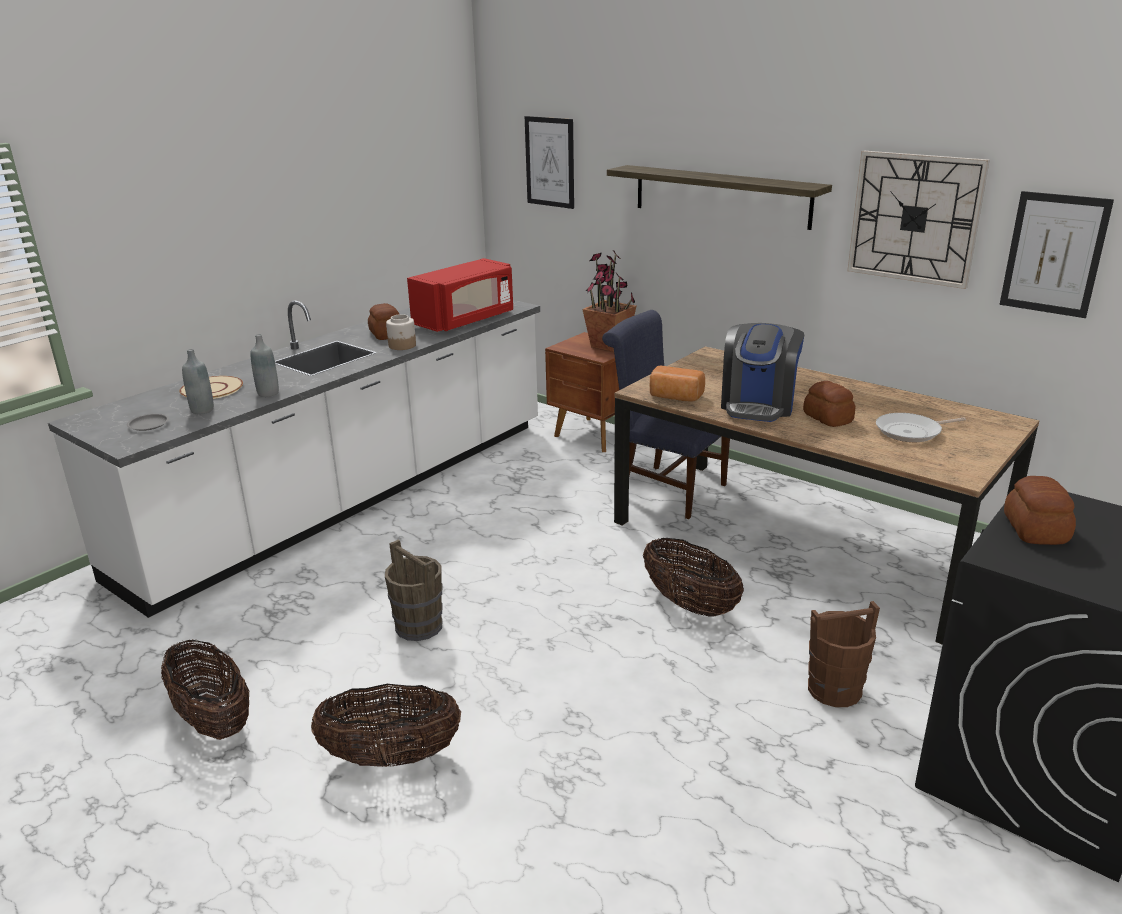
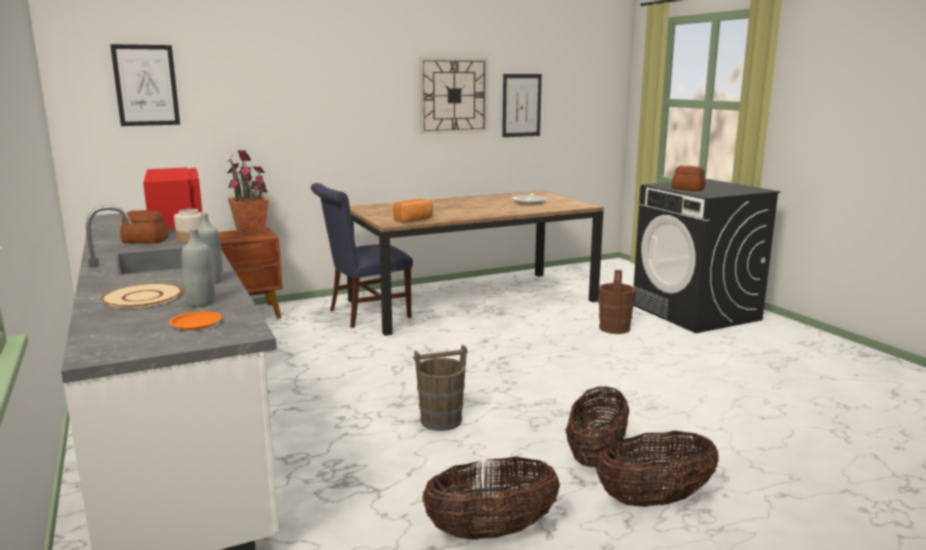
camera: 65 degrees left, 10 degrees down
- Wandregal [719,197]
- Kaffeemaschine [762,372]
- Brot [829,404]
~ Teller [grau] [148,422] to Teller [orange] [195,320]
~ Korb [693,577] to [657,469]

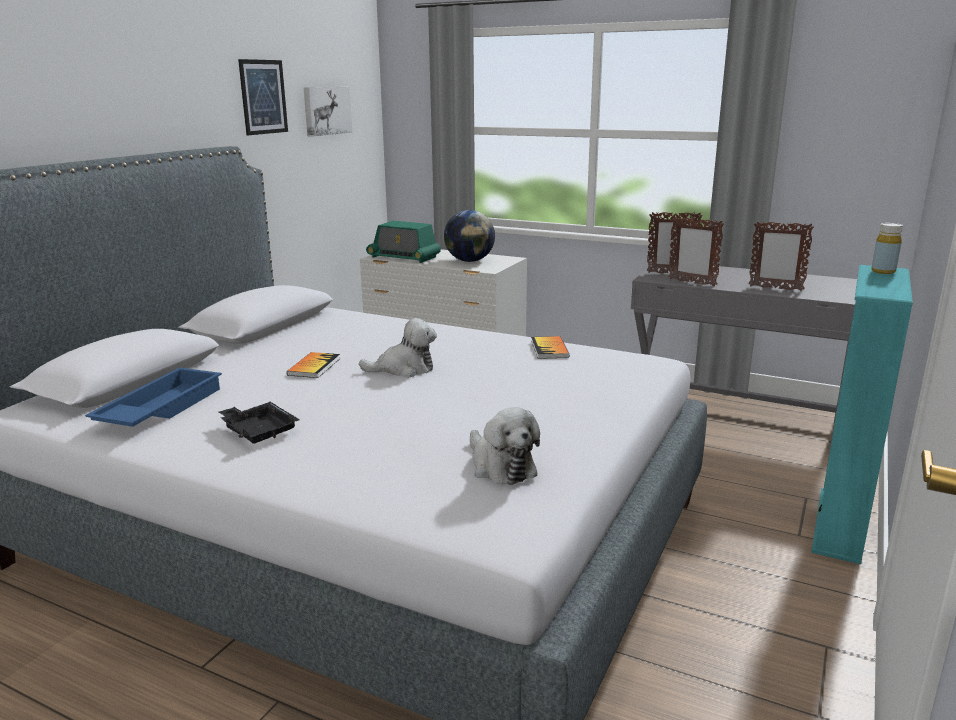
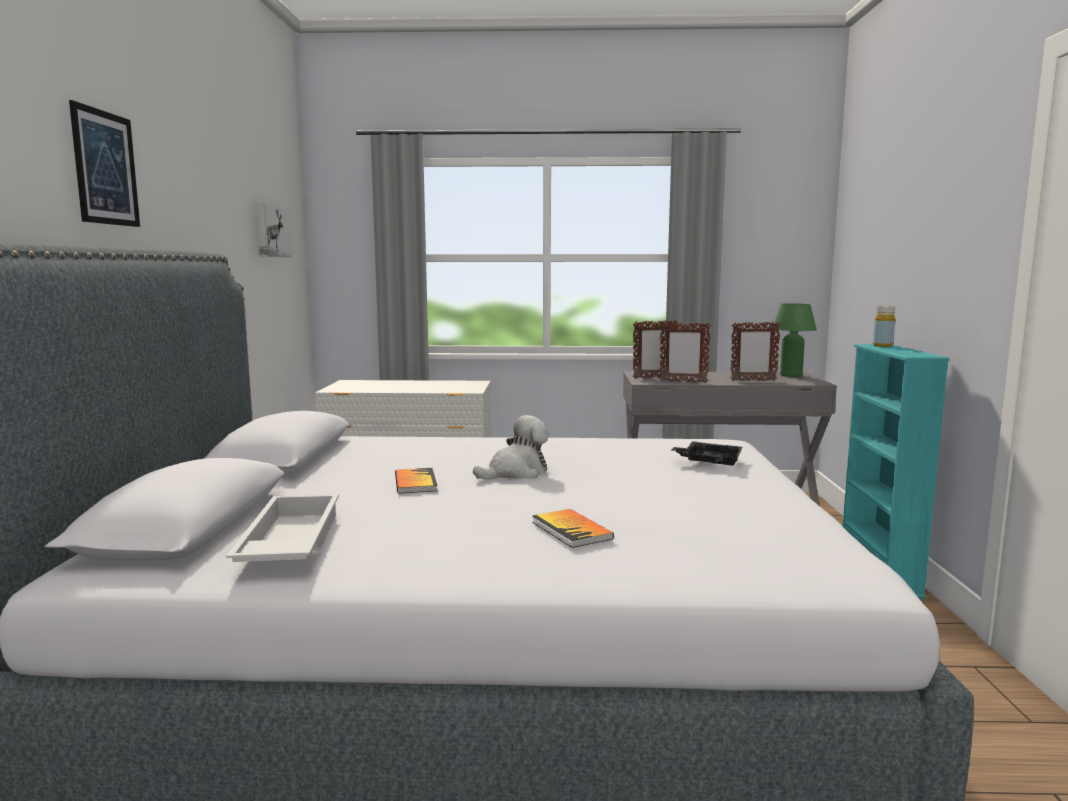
camera: 25 degrees left, 10 degrees down
~ Bild [263,97] to [104,163]
- Globus [469,236]
- Radio [403,242]
~ Buch [550,347] to [573,528]
~ Tablett [blau] [153,397] to Tablett [weiß] [282,528]
~ Tablett [schwarz] [259,423] to [707,453]
- Plüschtier [505,446]
+ Tischlampe [grün] [795,340]

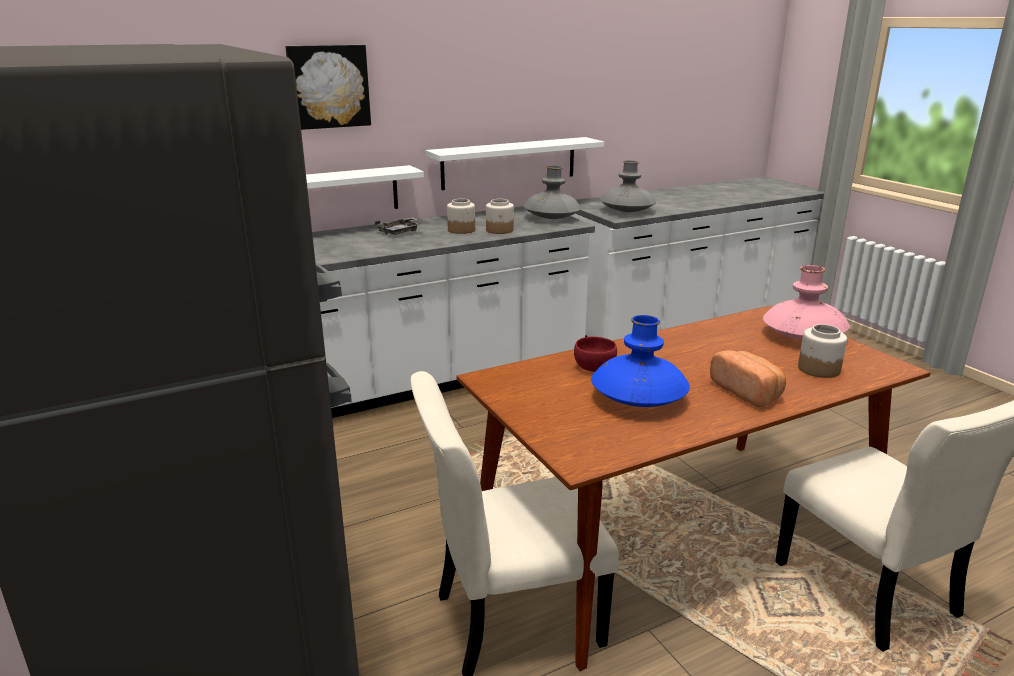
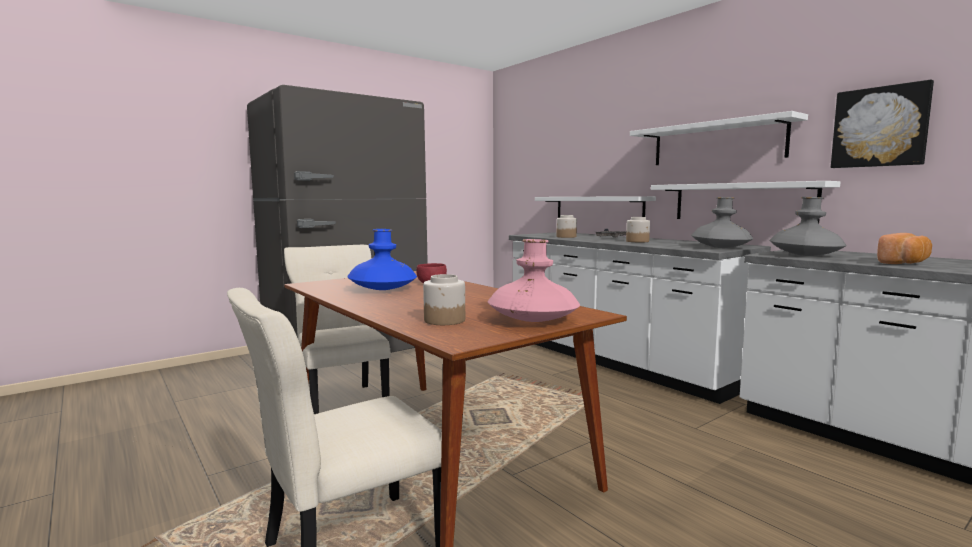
camera: 80 degrees right, 15 degrees down
~ Bild [328,87] to [882,124]
~ Vorratsglas [500,216] to [566,226]
~ Brot [748,378] to [904,248]
+ Wandregal [weiß] [719,138]

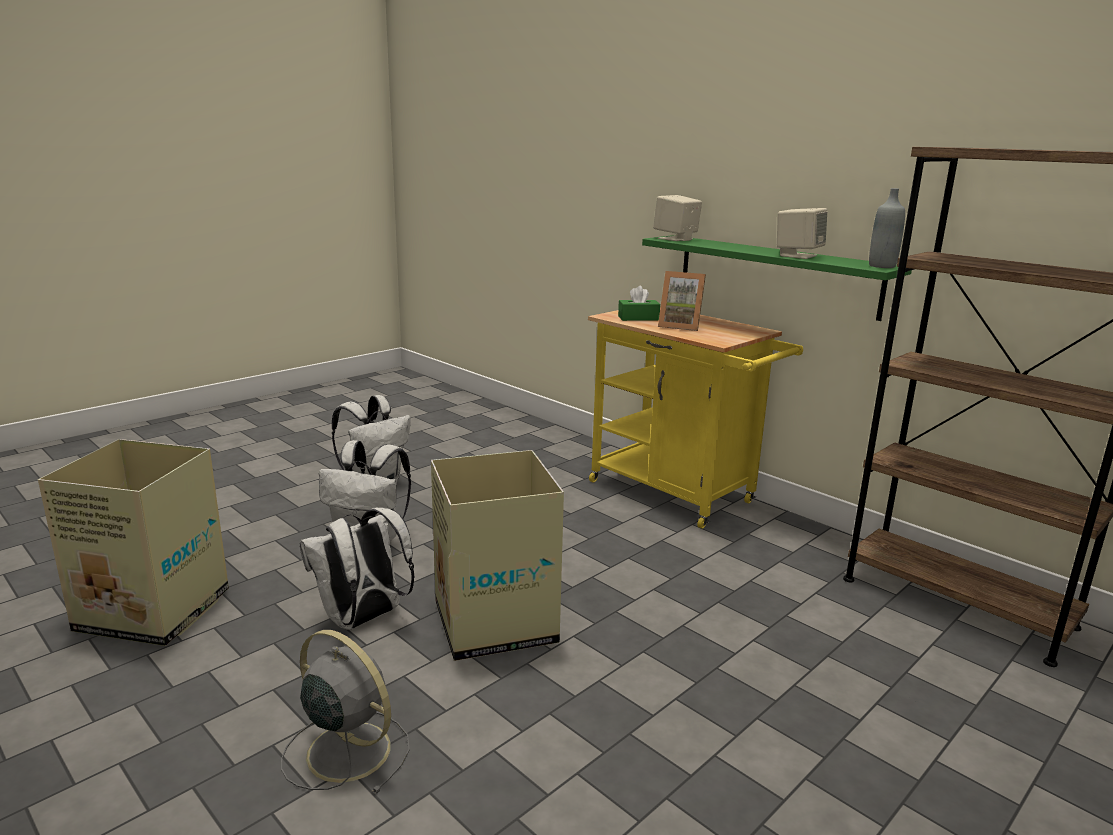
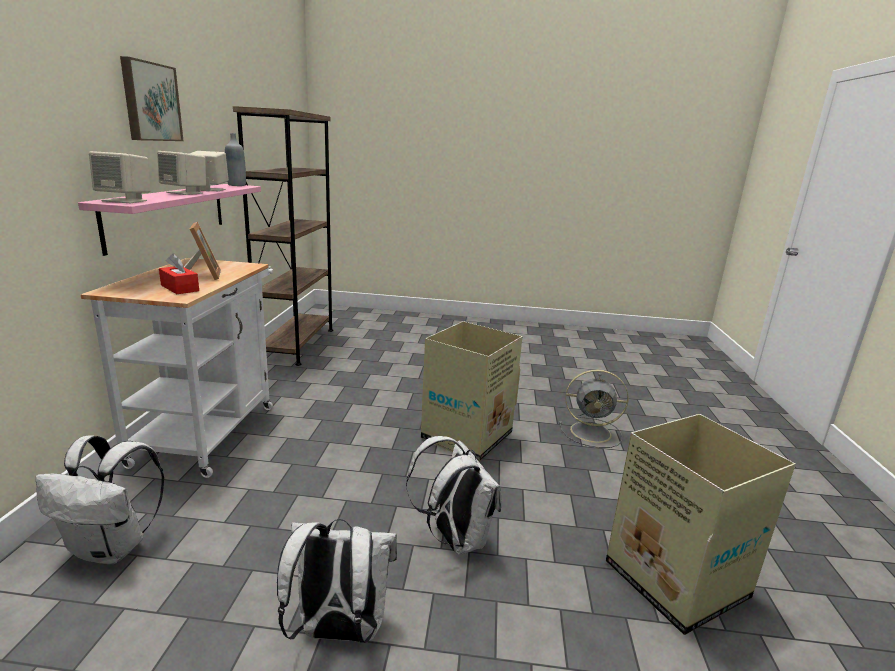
camera: 130 degrees left, 0 degrees up
~ Wandregal [grün] [777,278] to Wandregal [rosa] [169,220]
~ Taschentuchbox [grün] [639,303] to Taschentuchbox [rot] [179,274]
~ Rollwagen [gelb] [695,417] to Rollwagen [weiß] [176,368]
~ Rucksack [weiß] [357,569] to [99,500]
~ Ventilator [grau] [345,712] = [594,408] 75 degrees counterclockwise
+ Bild [152,98]
+ Lautsprecher [beige] [181,173]

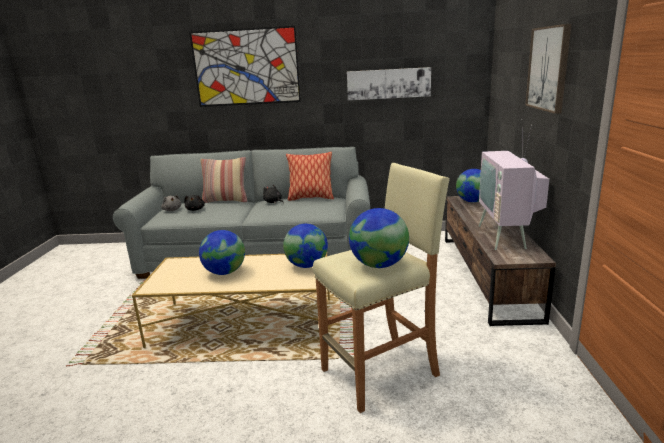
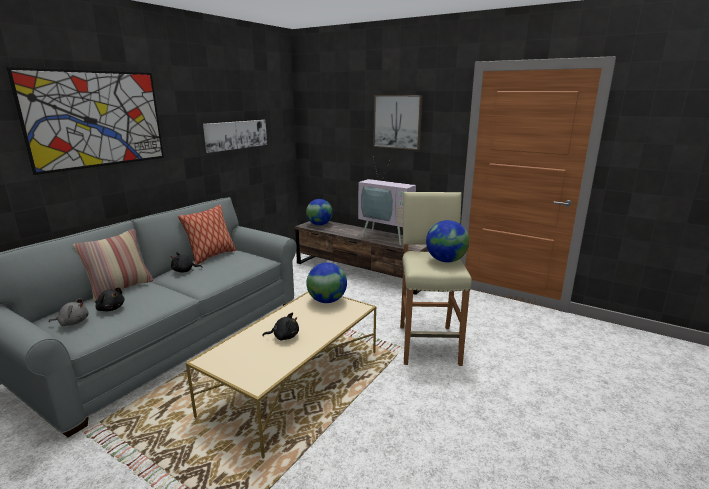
camera: 60 degrees left, 0 degrees up
~ Globus [222,252] to Plüschtier [schwarz] [281,327]

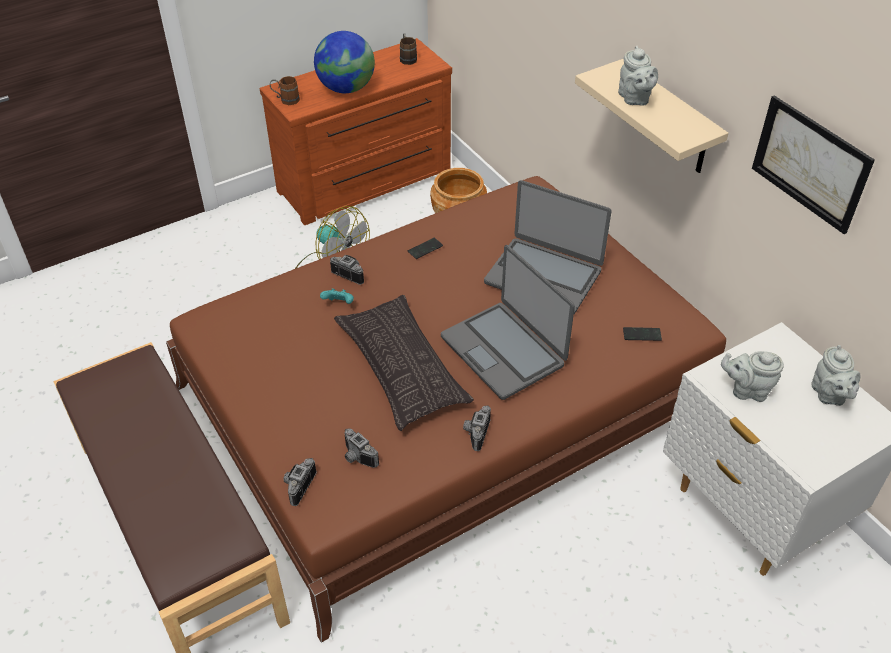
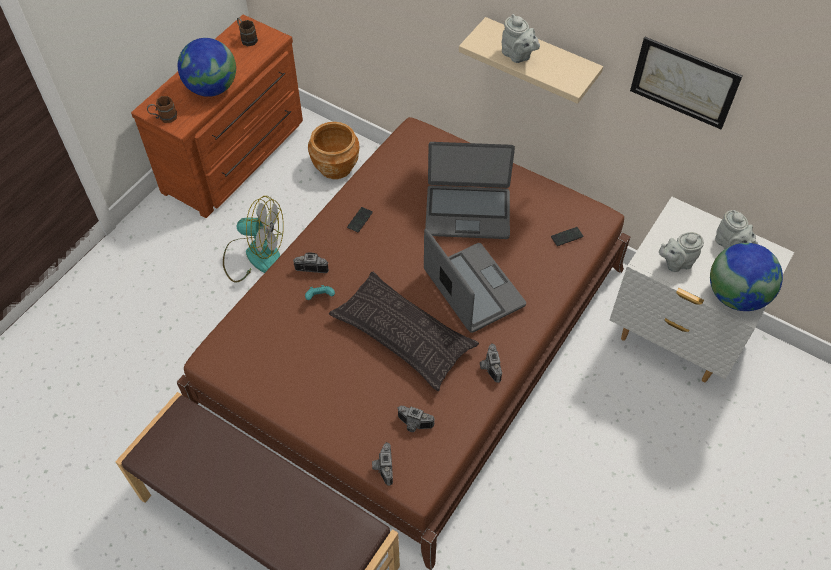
camera: 25 degrees left, 10 degrees up
~ Laptop [508,322] = [475,281] 150 degrees counterclockwise
+ Globus [746,277]

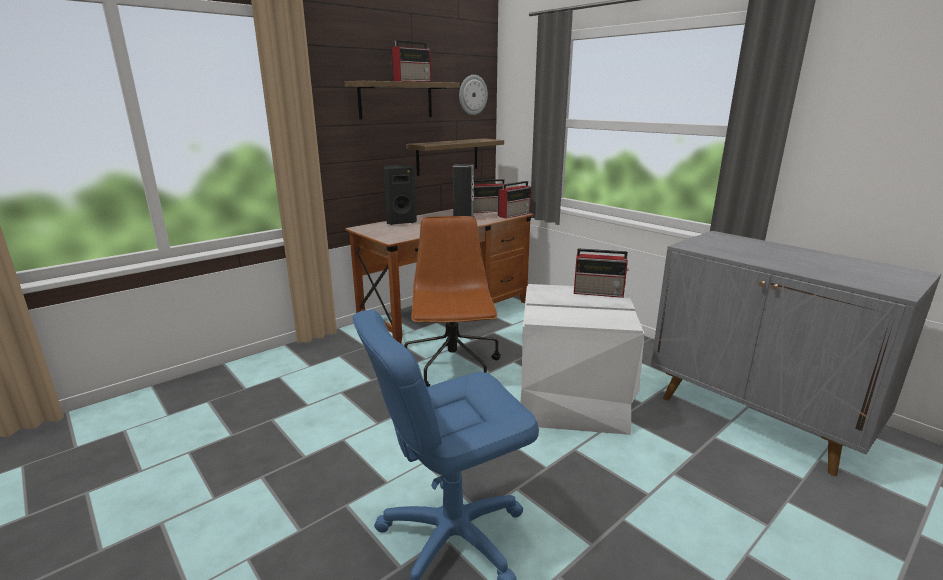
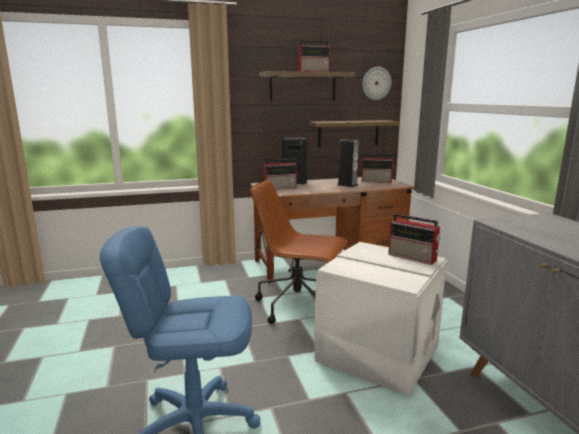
camera: 25 degrees right, 5 degrees down
~ Radio [514,199] to [280,174]
~ Bürostuhl [braun] [452,301] = [298,252] 90 degrees counterclockwise

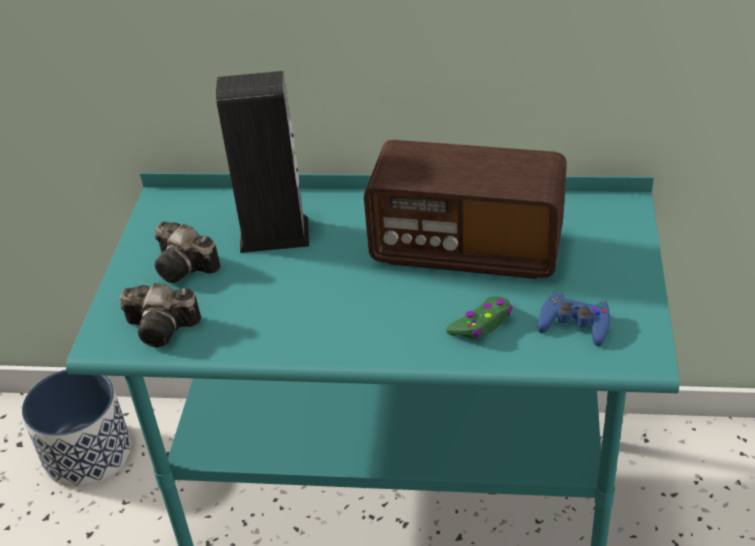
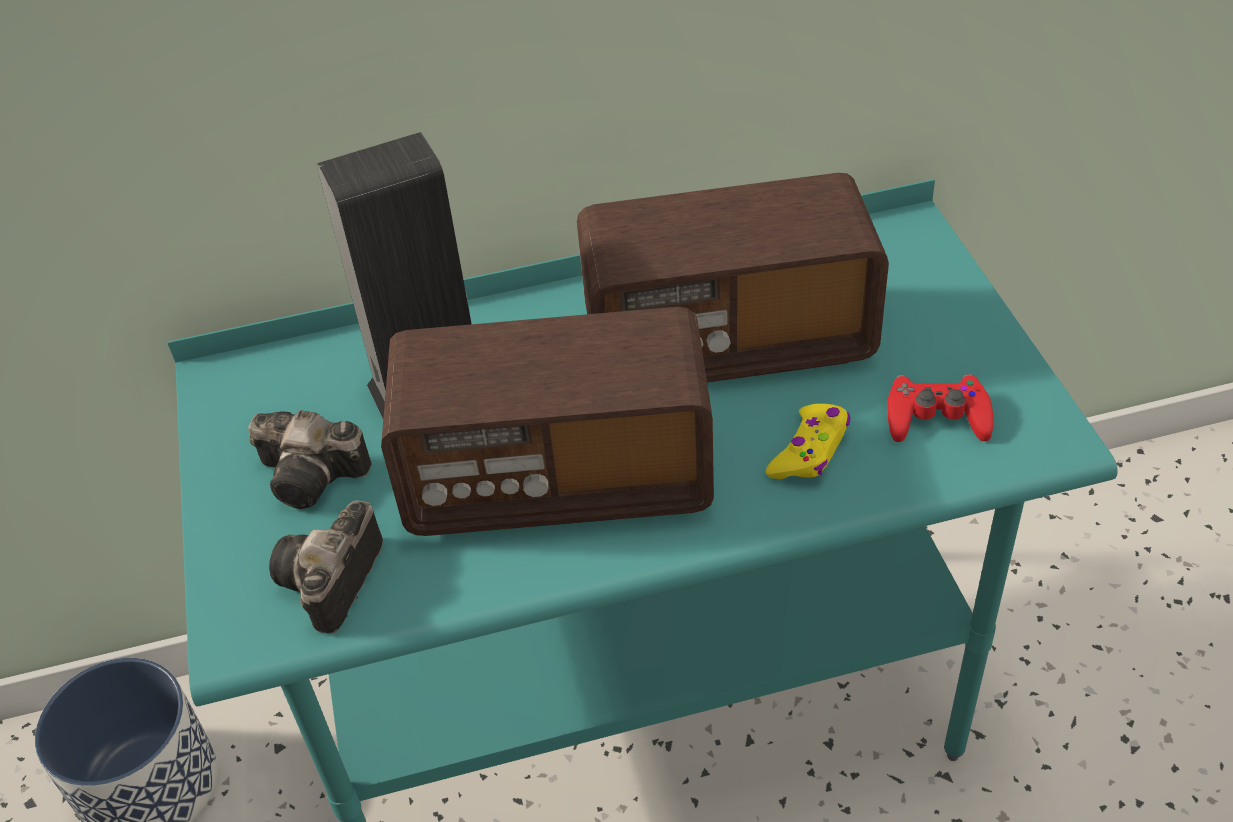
camera: 20 degrees left, 5 degrees up
~ Kamera [160,315] = [326,567] 120 degrees clockwise
~ Gamepad [blau] [574,318] to Gamepad [rot] [940,408]
~ Gamepad [grün] [479,317] to Gamepad [gelb] [808,441]
+ Radio [547,421]

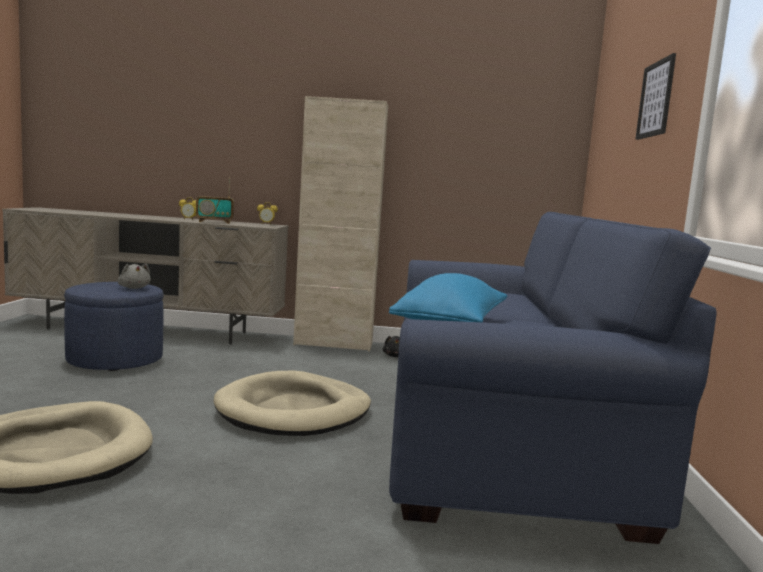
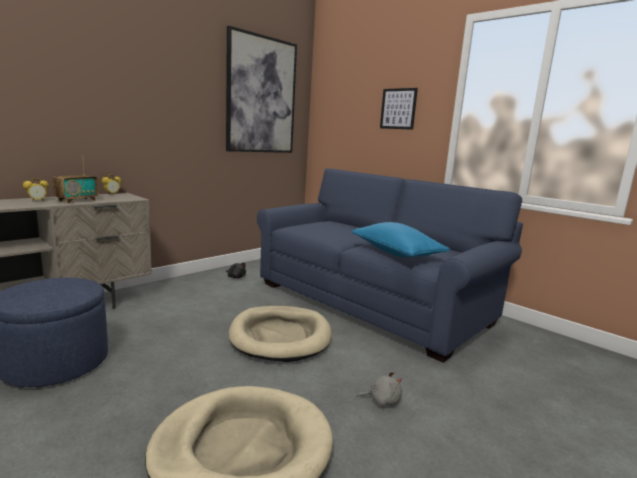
camera: 50 degrees left, 5 degrees up
- Schrank [beige] [340,223]
~ Plüschtier [grau] [134,276] to [379,388]
+ Bild [261,89]

